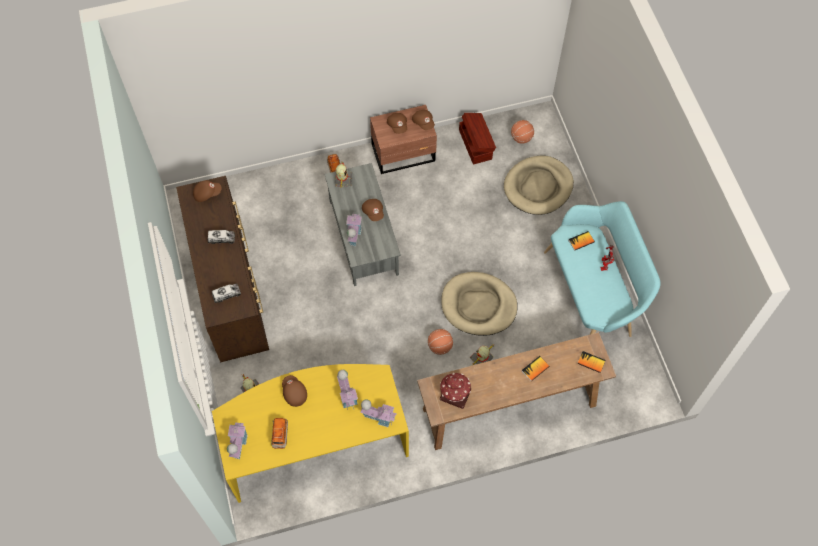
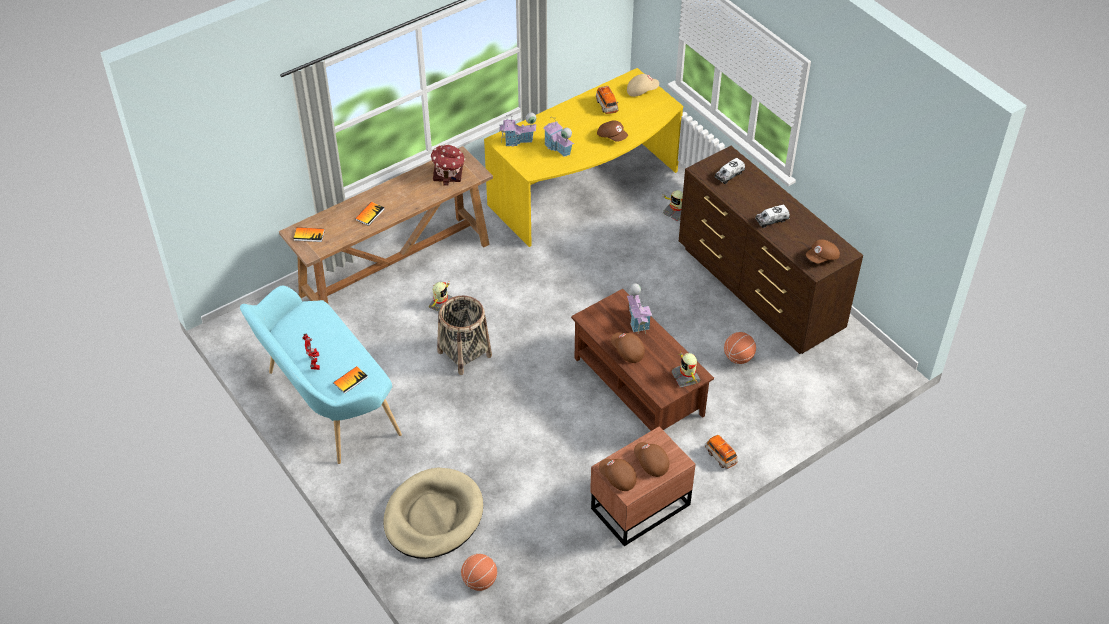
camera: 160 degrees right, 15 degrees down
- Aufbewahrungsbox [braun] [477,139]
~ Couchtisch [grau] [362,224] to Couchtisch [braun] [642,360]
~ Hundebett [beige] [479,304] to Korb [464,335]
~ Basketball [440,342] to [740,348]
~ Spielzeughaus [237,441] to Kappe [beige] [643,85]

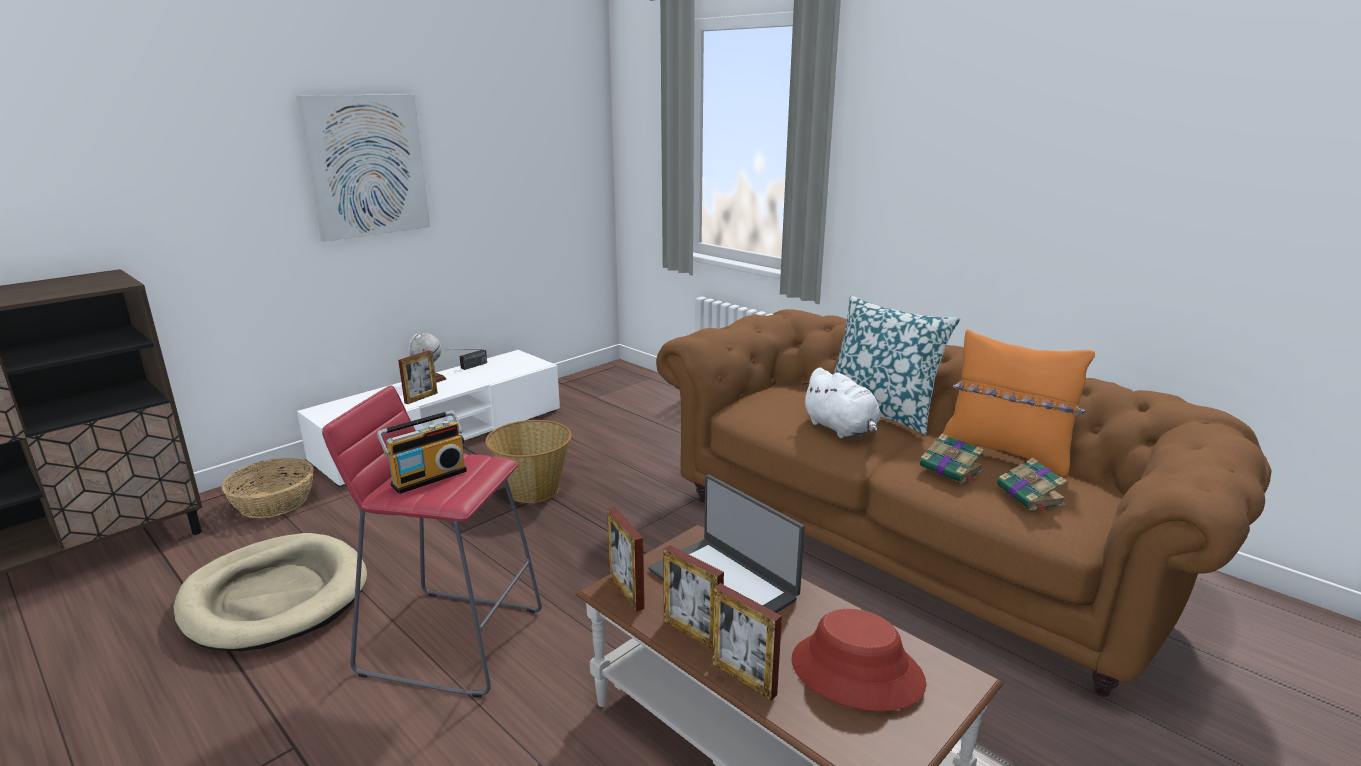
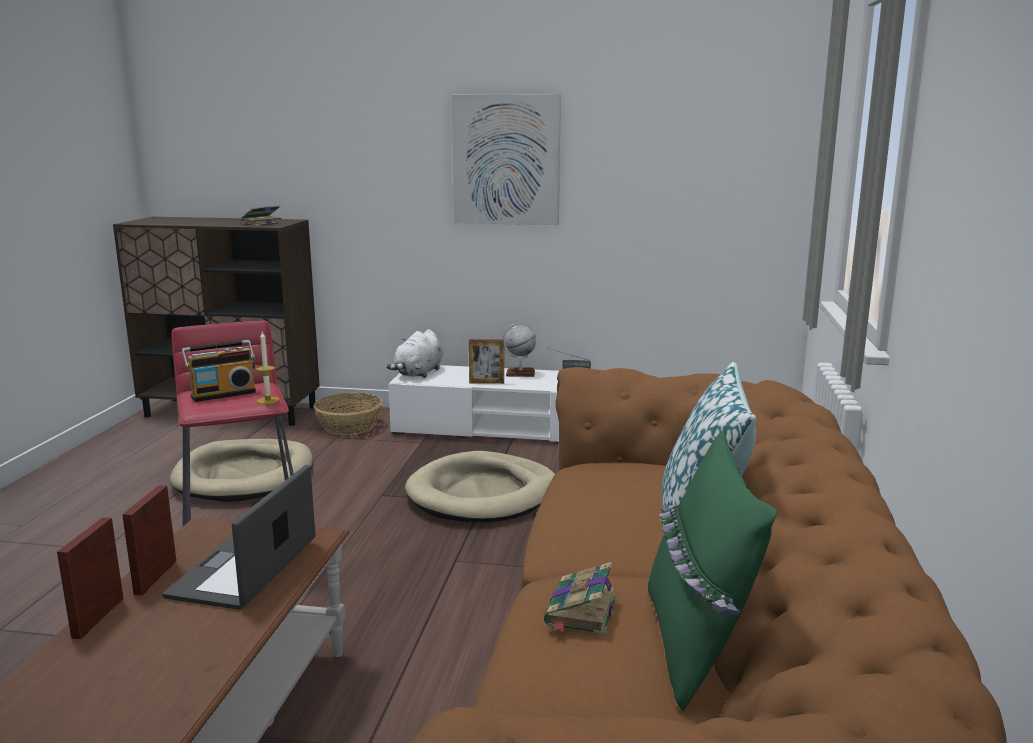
camera: 55 degrees right, 5 degrees down
~ Kissen [orange] [1018,403] to Kissen [grün] [712,570]
~ Plüschtier [weiß] [840,403] to [415,353]
~ Radio [422,452] = [219,371] 45 degrees counterclockwise
~ Korb [528,461] to Hundebett [beige] [480,486]
~ Buch [1032,485] to [262,216]
- Bilderrahmen [626,559]
- Hut [rot] [859,660]
+ Kerze [268,368]

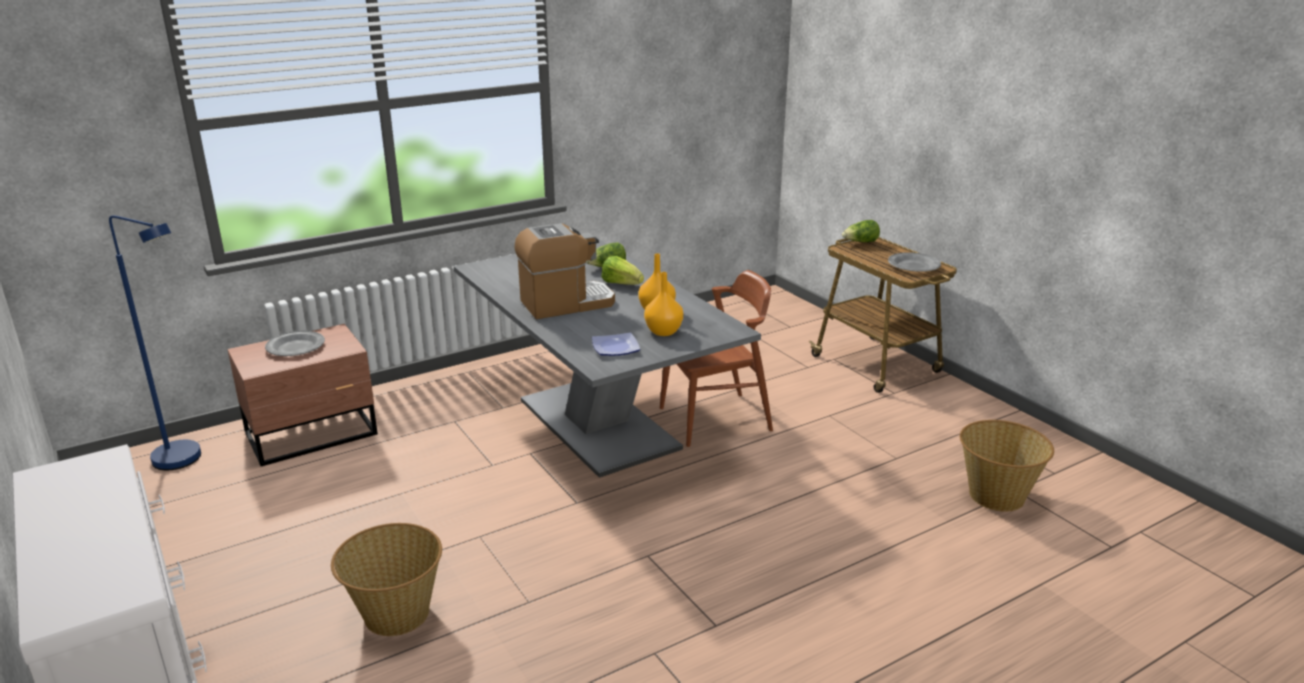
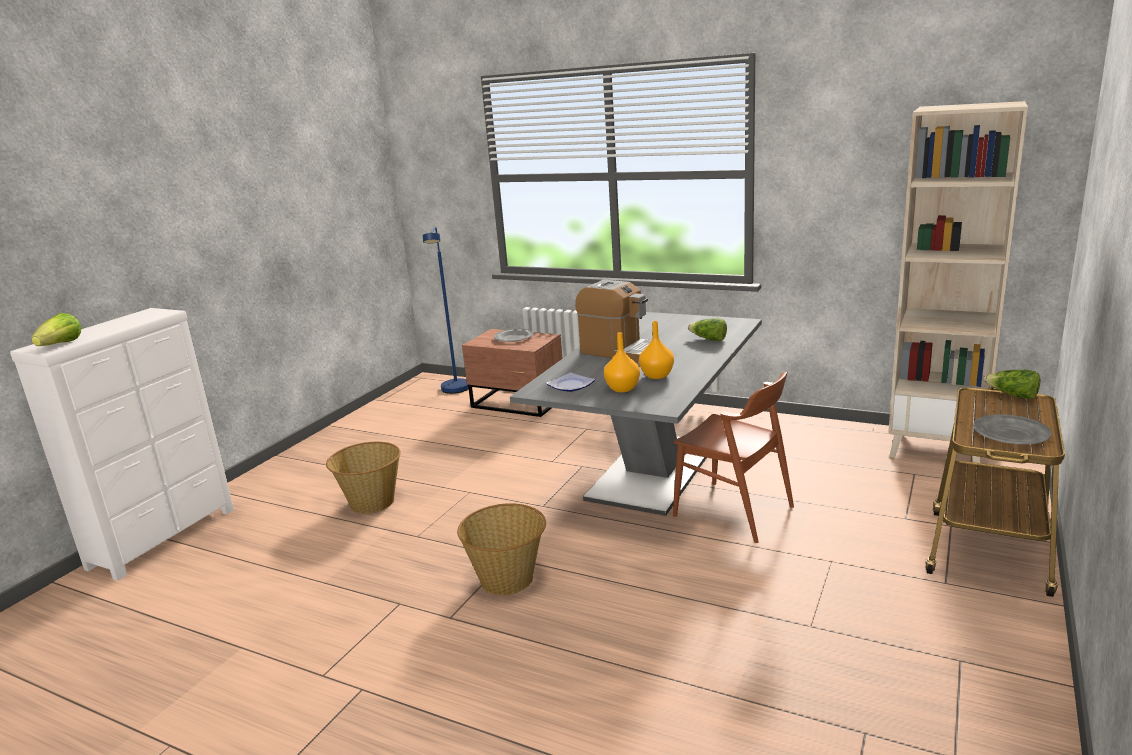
camera: 60 degrees right, 5 degrees down
~ Salatkopf [623,270] to [56,329]
~ Korb [1007,466] to [501,549]
+ Bücherregal [beige] [958,284]

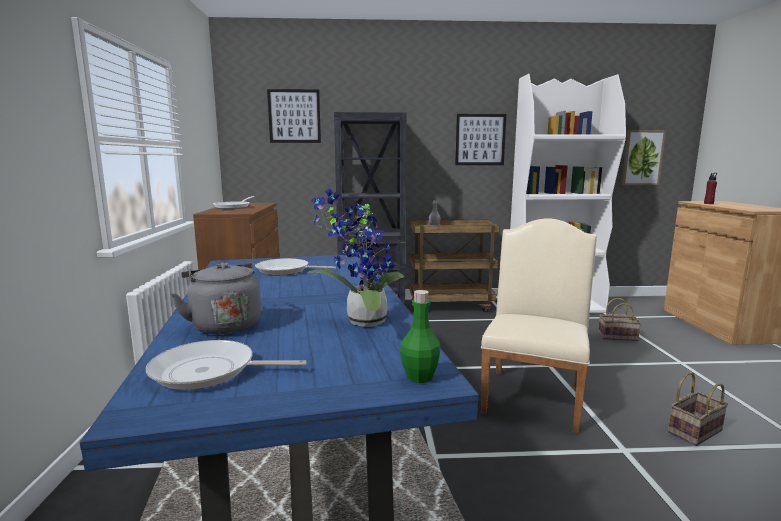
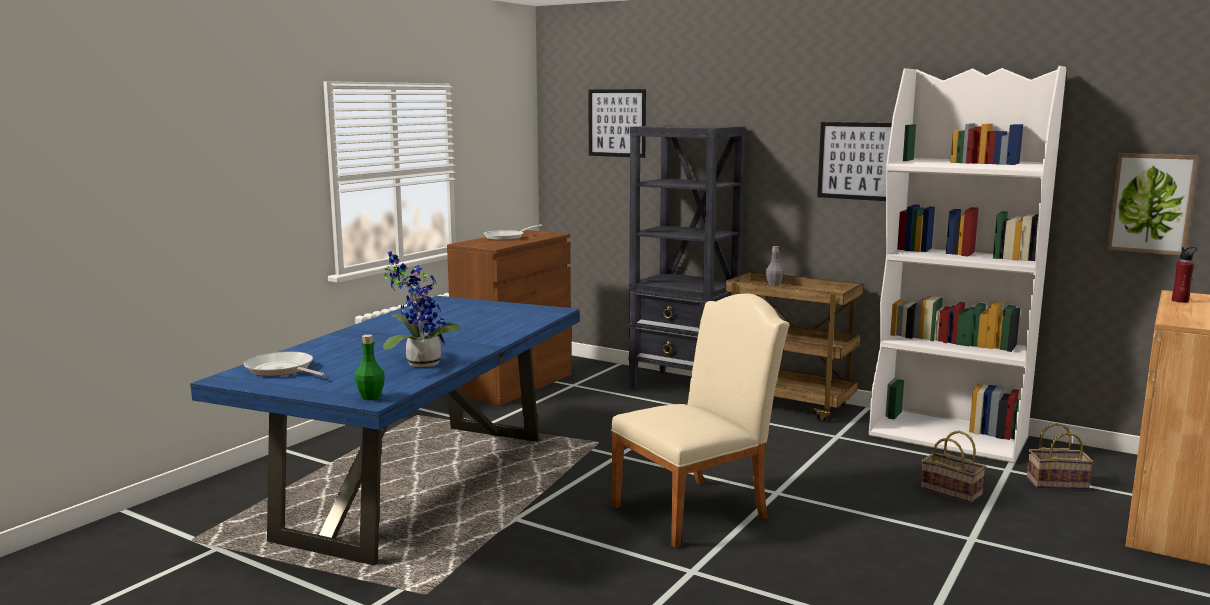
camera: 35 degrees right, 0 degrees up
- Pfanne [295,266]
- Wasserkessel [grau] [216,298]
~ Korb [698,409] to [1060,456]

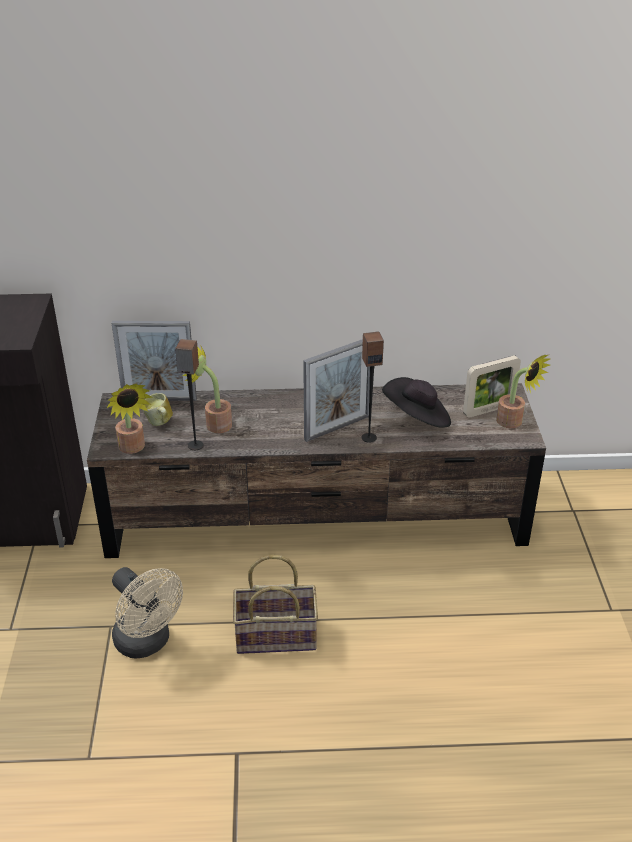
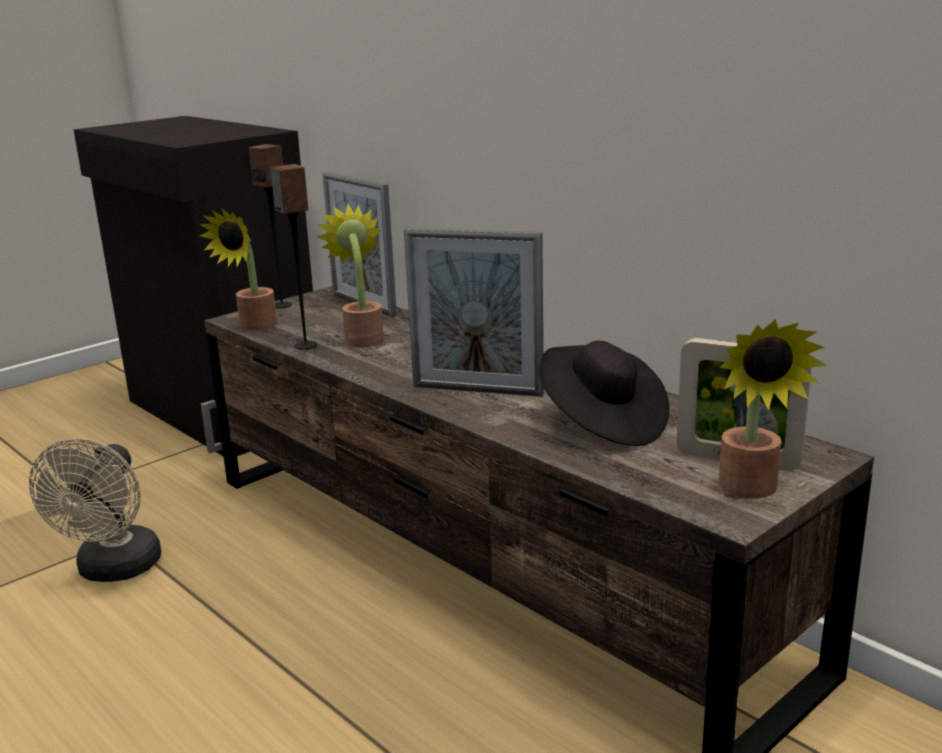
camera: 50 degrees right, 15 degrees down
~ Lautsprecher [372,387] to [270,226]
- Henkelbecher [157,409]
- Korb [275,604]

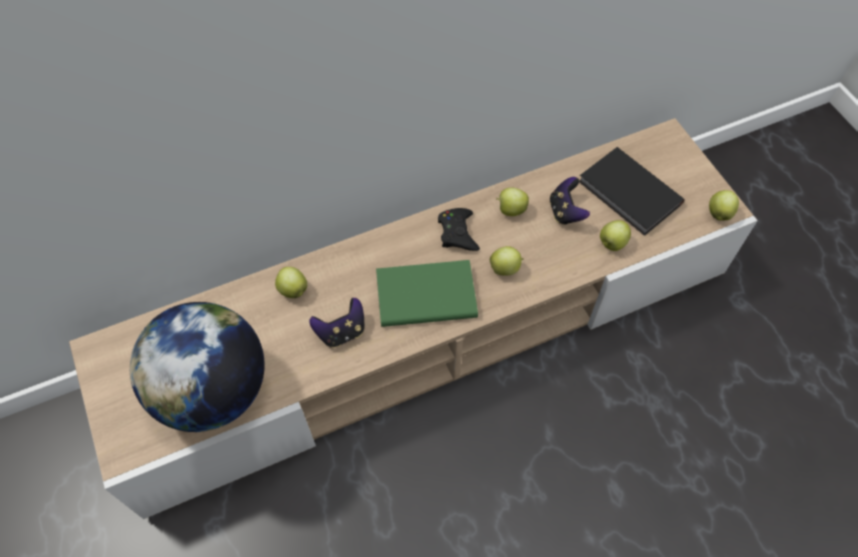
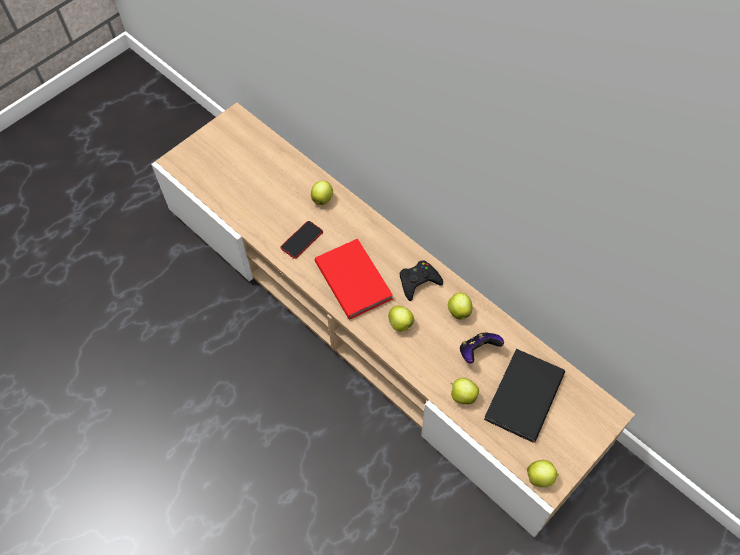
camera: 70 degrees right, 0 degrees up
~ Buch [grün] [427,293] to Buch [rot] [354,279]
~ Gamepad [337,323] to Handy [302,240]
- Globus [197,367]

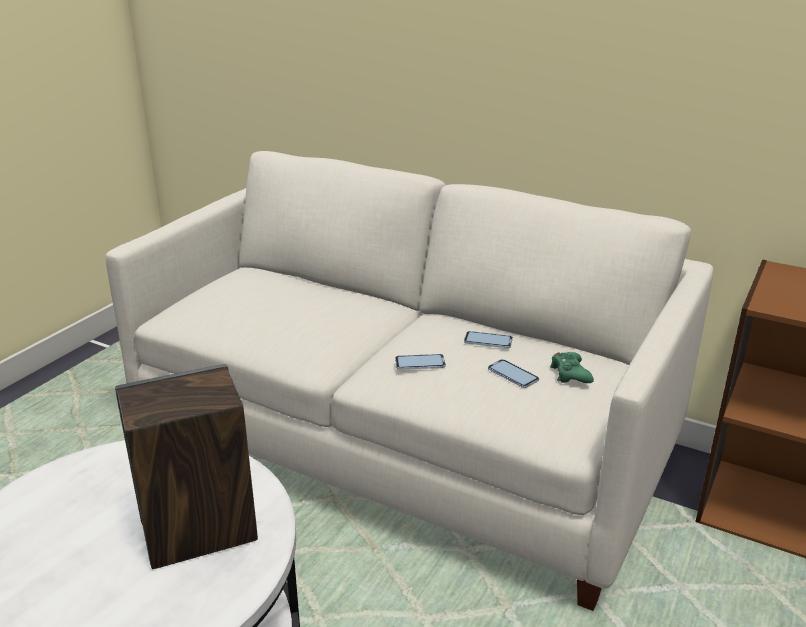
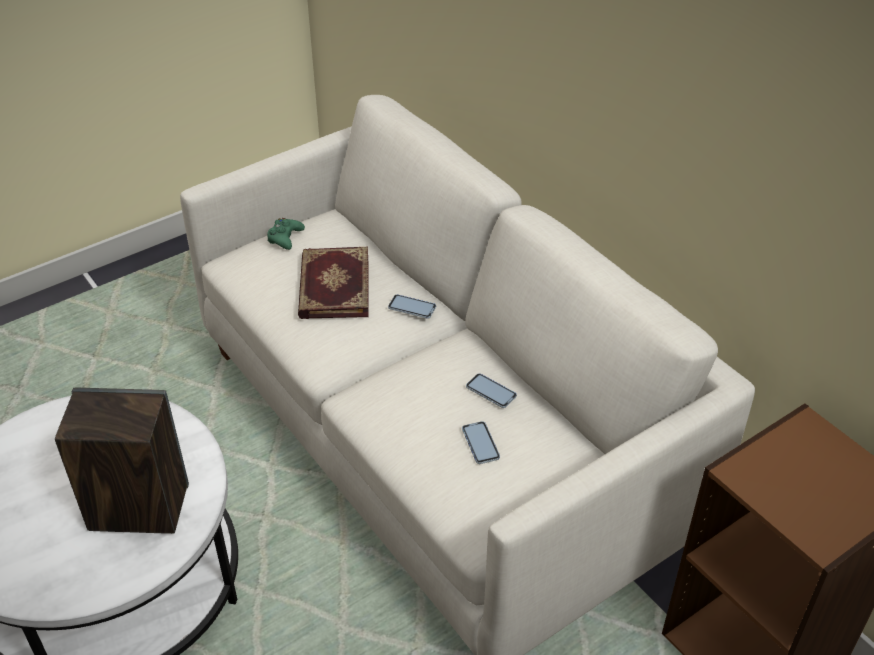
camera: 25 degrees right, 15 degrees up
~ Gamepad [grün] [572,367] to [286,234]
~ Handy [420,362] to [412,306]
+ Buch [333,283]

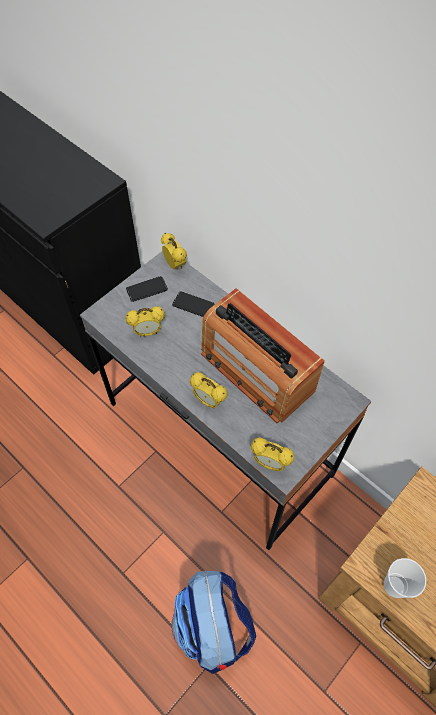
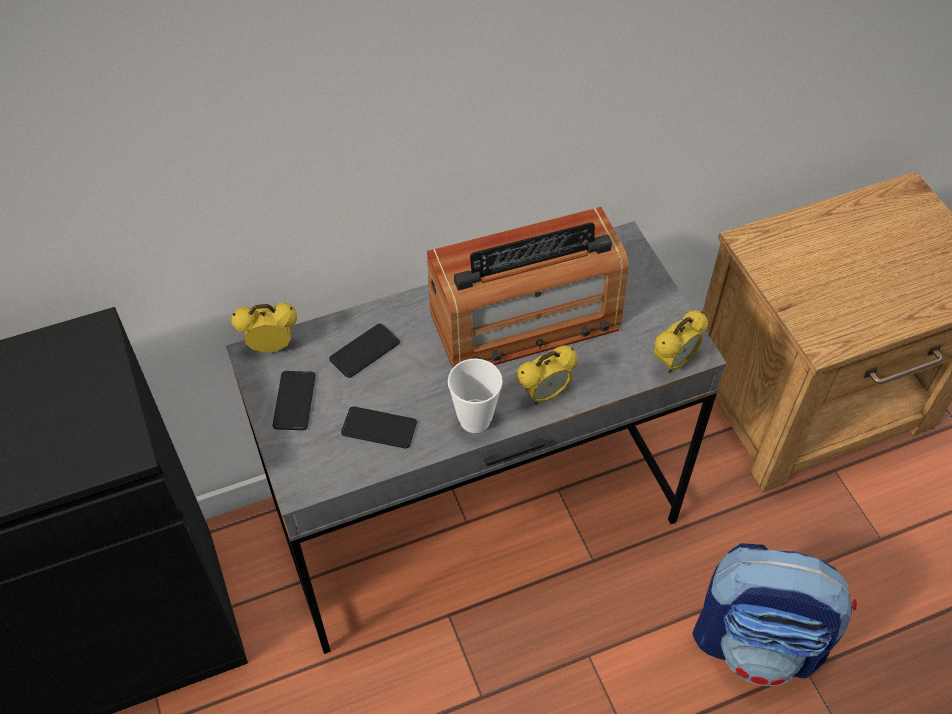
camera: 65 degrees left, 5 degrees down
~ Wecker [145,321] to Handy [379,427]
~ Tasse [405,578] to [475,395]

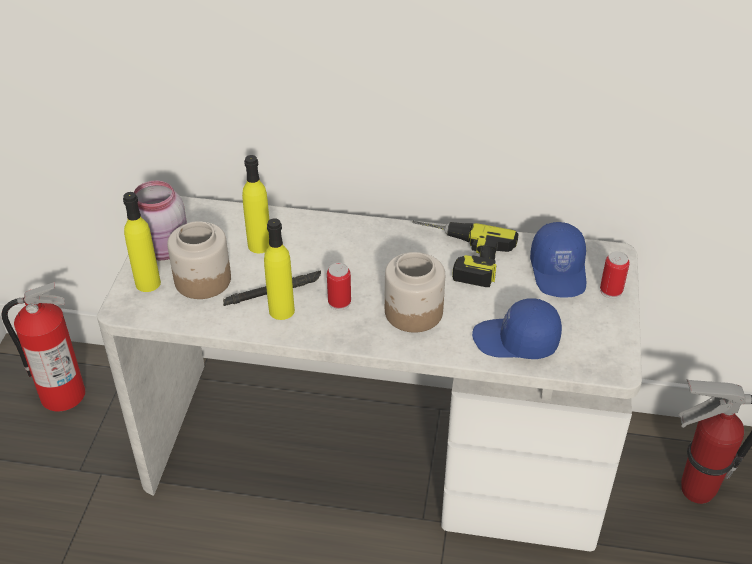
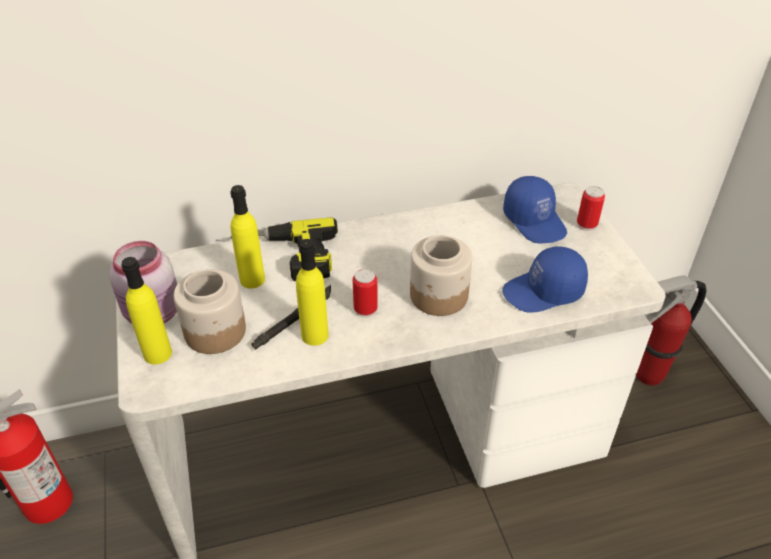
camera: 25 degrees left, 0 degrees up
~ Bohrmaschine [465,254] to [284,249]

